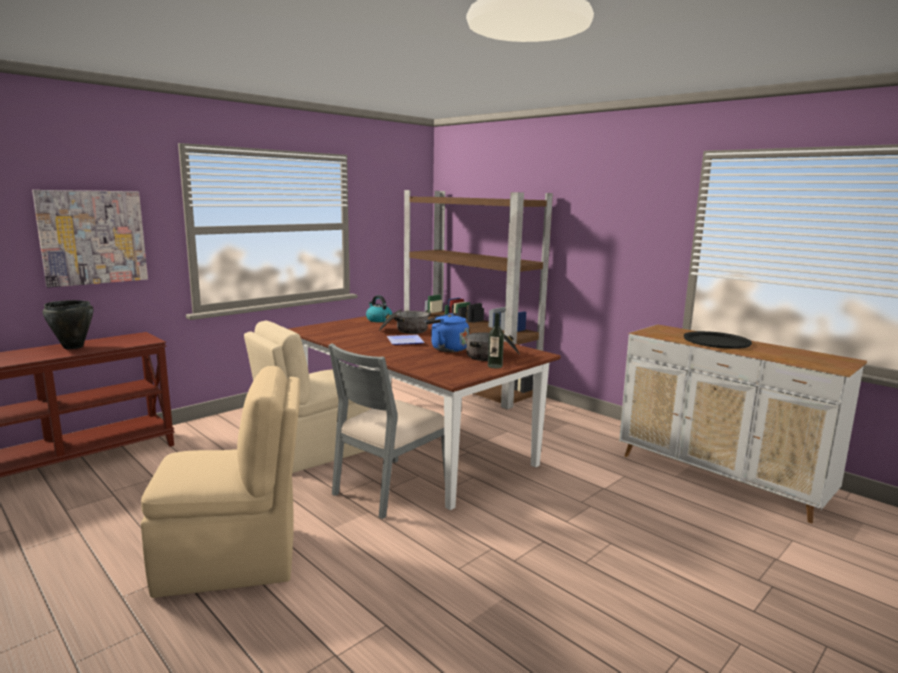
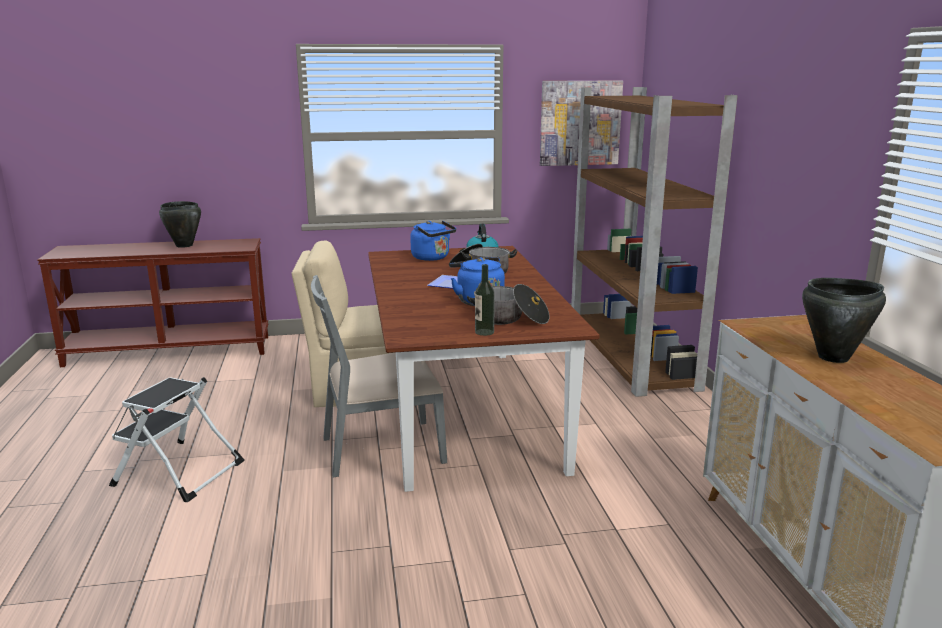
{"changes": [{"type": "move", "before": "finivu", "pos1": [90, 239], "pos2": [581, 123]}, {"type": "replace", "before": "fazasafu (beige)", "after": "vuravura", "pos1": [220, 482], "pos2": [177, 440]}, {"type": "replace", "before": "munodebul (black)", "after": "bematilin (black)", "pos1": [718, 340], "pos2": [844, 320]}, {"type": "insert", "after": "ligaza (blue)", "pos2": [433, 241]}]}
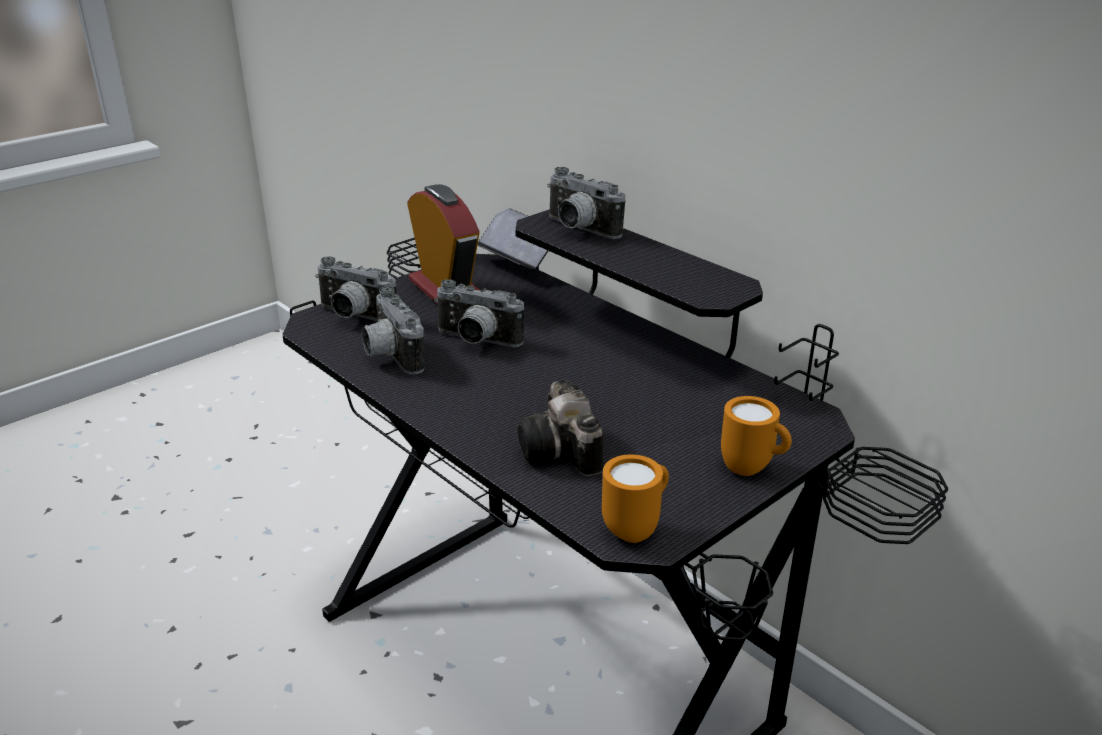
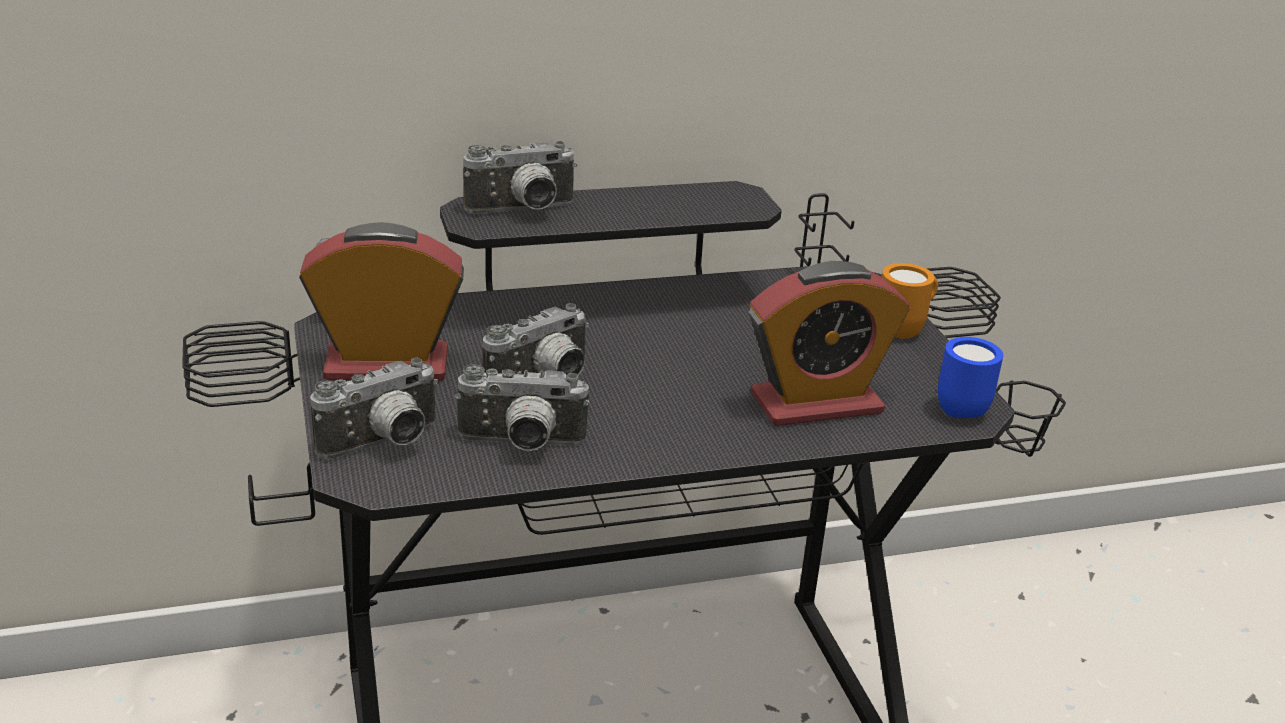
{"changes": [{"type": "replace", "before": "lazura", "after": "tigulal", "pos1": [560, 427], "pos2": [829, 343]}, {"type": "recolor", "before": "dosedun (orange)", "after": "dosedun (blue)", "pos1": [635, 498], "pos2": [970, 377]}]}
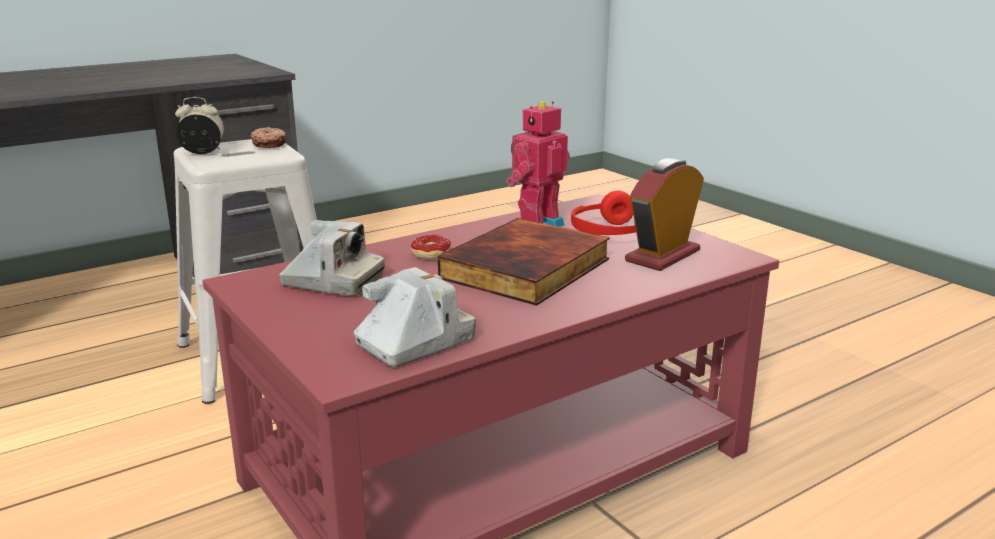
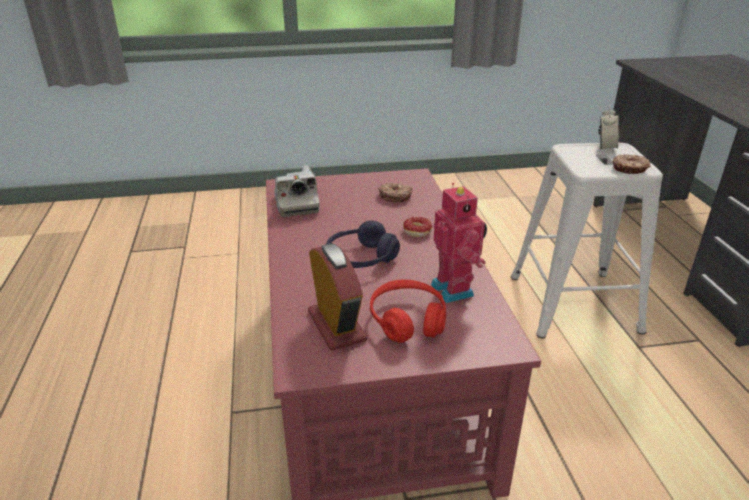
{"changes": [{"type": "replace", "before": "lazura", "after": "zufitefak", "pos1": [332, 258], "pos2": [395, 192]}, {"type": "replace", "before": "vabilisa", "after": "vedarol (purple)", "pos1": [524, 262], "pos2": [363, 244]}]}
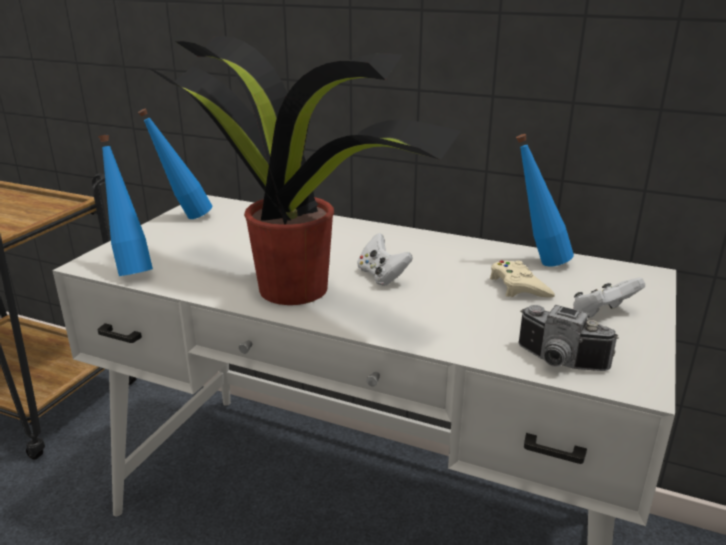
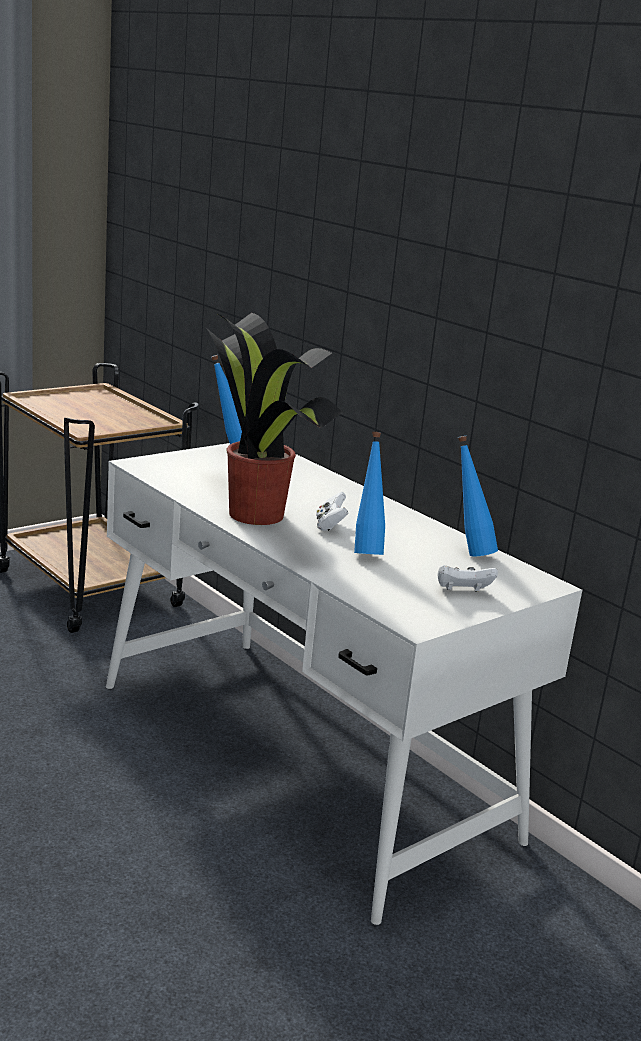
{"changes": [{"type": "move", "before": "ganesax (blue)", "pos1": [125, 205], "pos2": [369, 493]}, {"type": "delete", "before": "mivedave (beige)", "pos1": [522, 279]}, {"type": "delete", "before": "lazura", "pos1": [568, 338]}]}
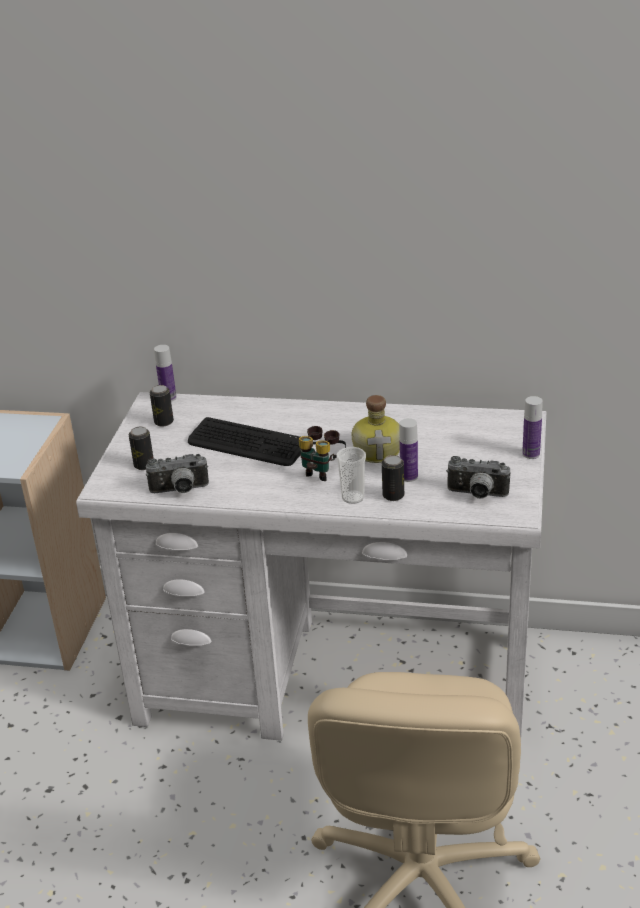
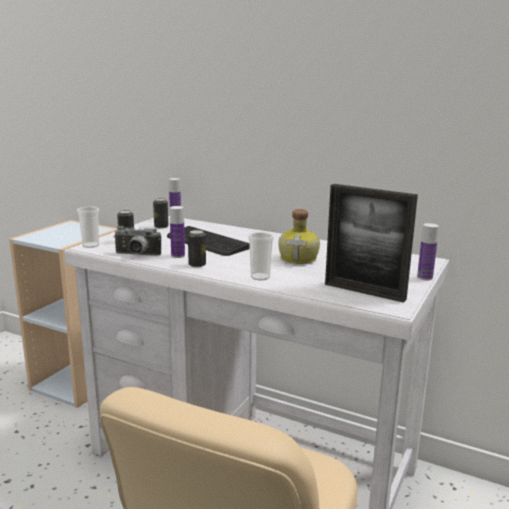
{"changes": [{"type": "delete", "before": "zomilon", "pos1": [322, 453]}, {"type": "move", "before": "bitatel", "pos1": [393, 478], "pos2": [197, 248]}, {"type": "move", "before": "ganesax", "pos1": [408, 450], "pos2": [177, 232]}, {"type": "replace", "before": "lazura", "after": "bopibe", "pos1": [478, 477], "pos2": [371, 243]}, {"type": "insert", "after": "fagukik", "pos2": [88, 227]}]}
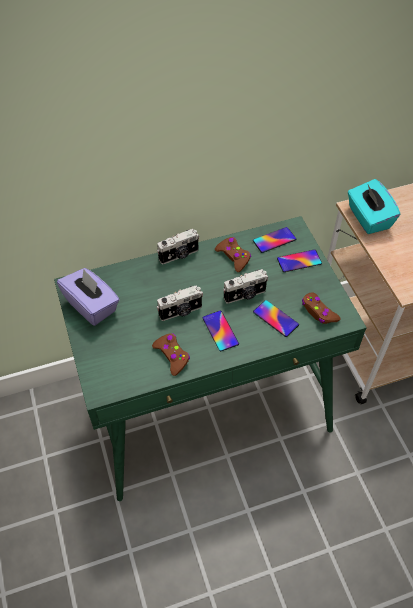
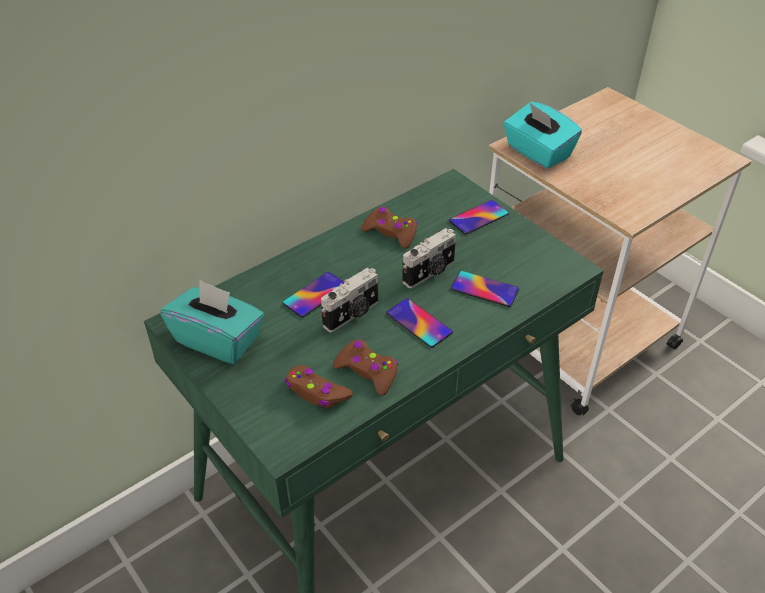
{"changes": [{"type": "recolor", "before": "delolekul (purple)", "after": "delolekul (turquoise)", "pos1": [88, 297], "pos2": [212, 321]}, {"type": "delete", "before": "lazura", "pos1": [178, 246]}, {"type": "move", "before": "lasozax", "pos1": [274, 240], "pos2": [313, 295]}, {"type": "move", "before": "mivedave (brown)", "pos1": [321, 308], "pos2": [319, 386]}]}
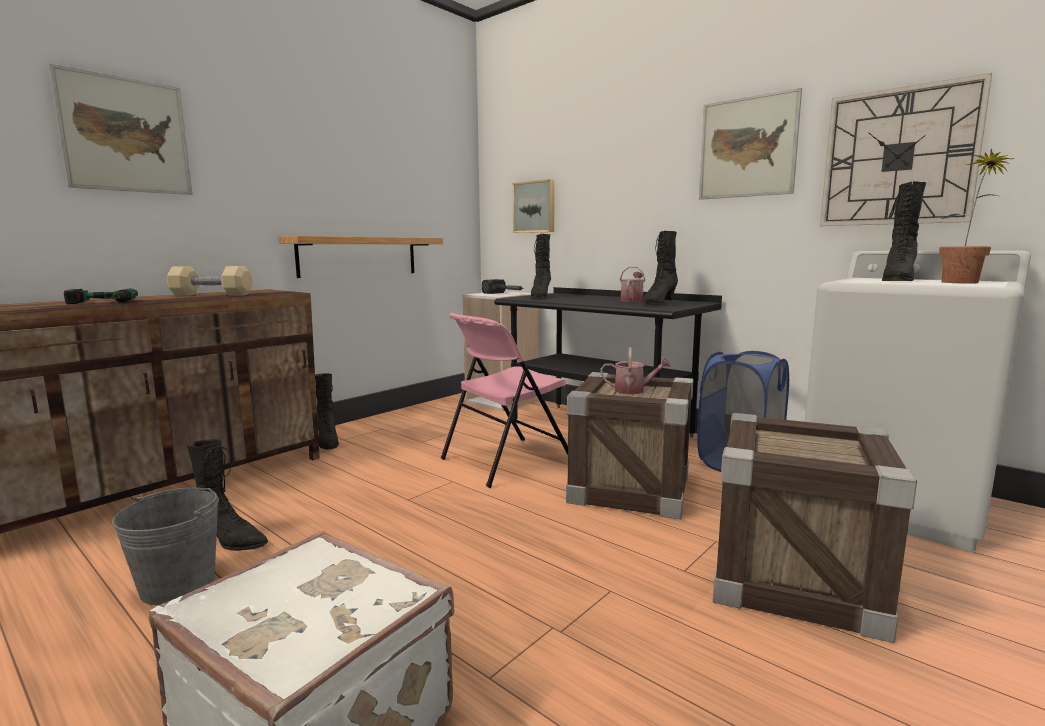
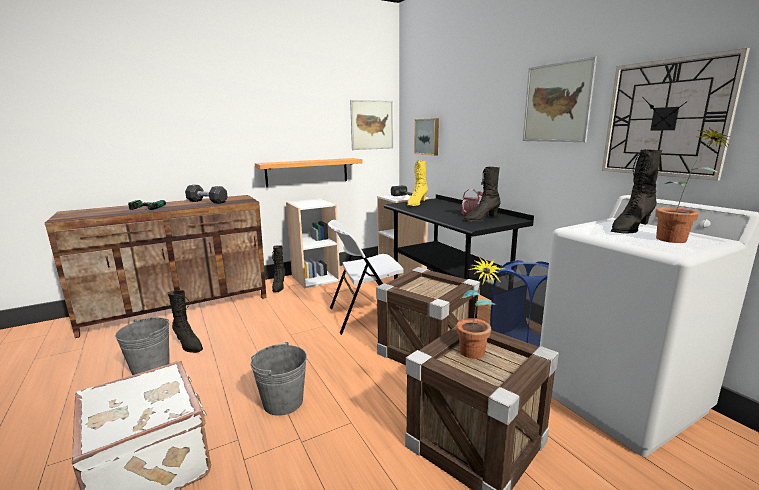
{"changes": [{"type": "move", "before": "finivu", "pos1": [120, 129], "pos2": [371, 125]}, {"type": "recolor", "before": "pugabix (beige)", "after": "pugabix (black)", "pos1": [210, 281], "pos2": [206, 194]}, {"type": "recolor", "before": "fazasafu (pink)", "after": "fazasafu (white)", "pos1": [504, 400], "pos2": [366, 277]}, {"type": "recolor", "before": "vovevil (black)", "after": "vovevil (yellow)", "pos1": [541, 266], "pos2": [417, 183]}, {"type": "delete", "before": "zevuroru", "pos1": [635, 370]}, {"type": "insert", "after": "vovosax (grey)", "pos2": [279, 379]}, {"type": "insert", "after": "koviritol", "pos2": [313, 243]}, {"type": "insert", "after": "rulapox", "pos2": [480, 308]}]}
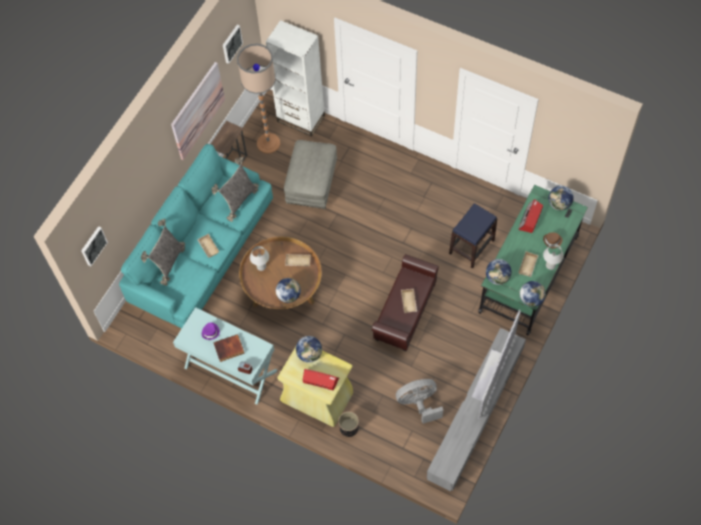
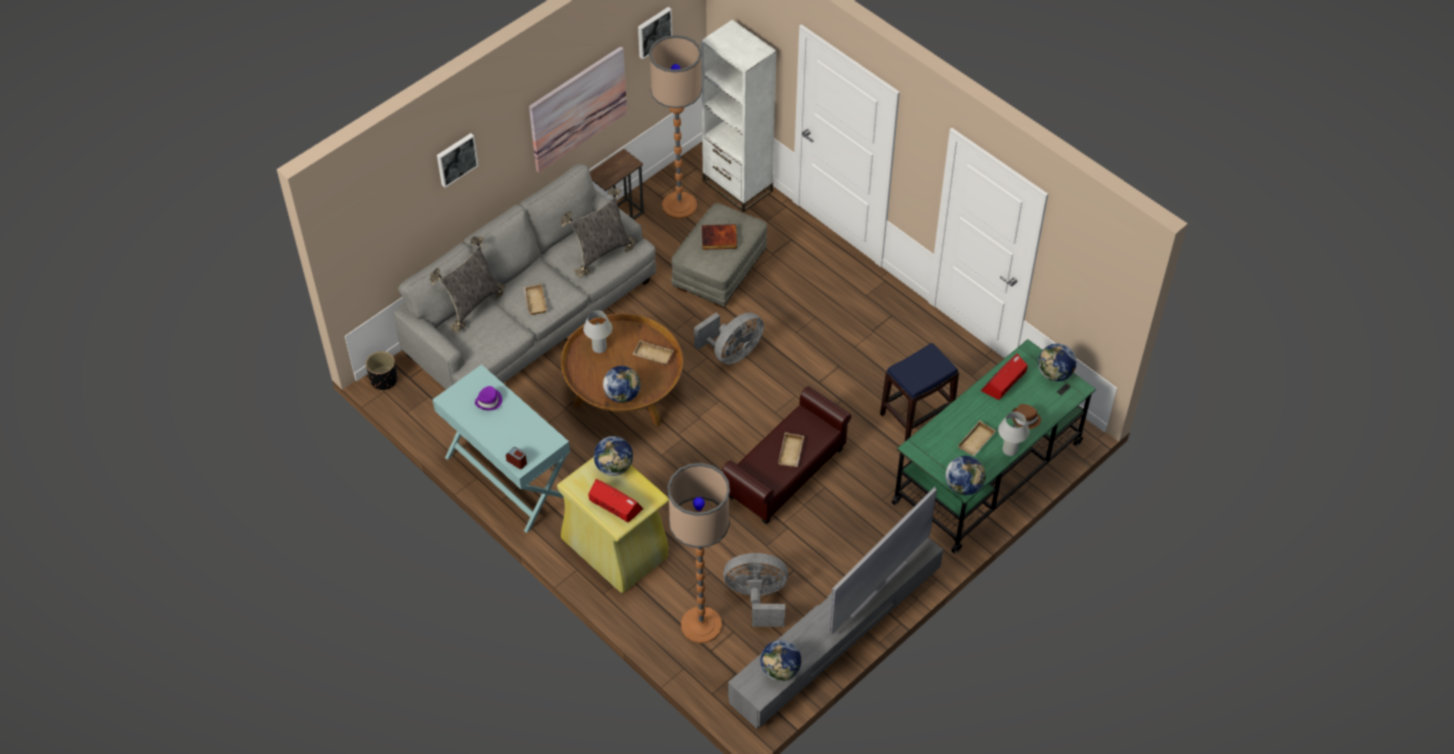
{"changes": [{"type": "move", "before": "finivu", "pos1": [94, 246], "pos2": [457, 160]}, {"type": "recolor", "before": "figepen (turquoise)", "after": "figepen (grey)", "pos1": [196, 236], "pos2": [524, 276]}, {"type": "move", "before": "vabilisa", "pos1": [229, 348], "pos2": [719, 237]}, {"type": "move", "before": "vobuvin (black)", "pos1": [348, 424], "pos2": [381, 371]}, {"type": "move", "before": "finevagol", "pos1": [498, 272], "pos2": [781, 660]}, {"type": "insert", "after": "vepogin", "pos2": [698, 553]}, {"type": "insert", "after": "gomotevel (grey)", "pos2": [729, 338]}]}
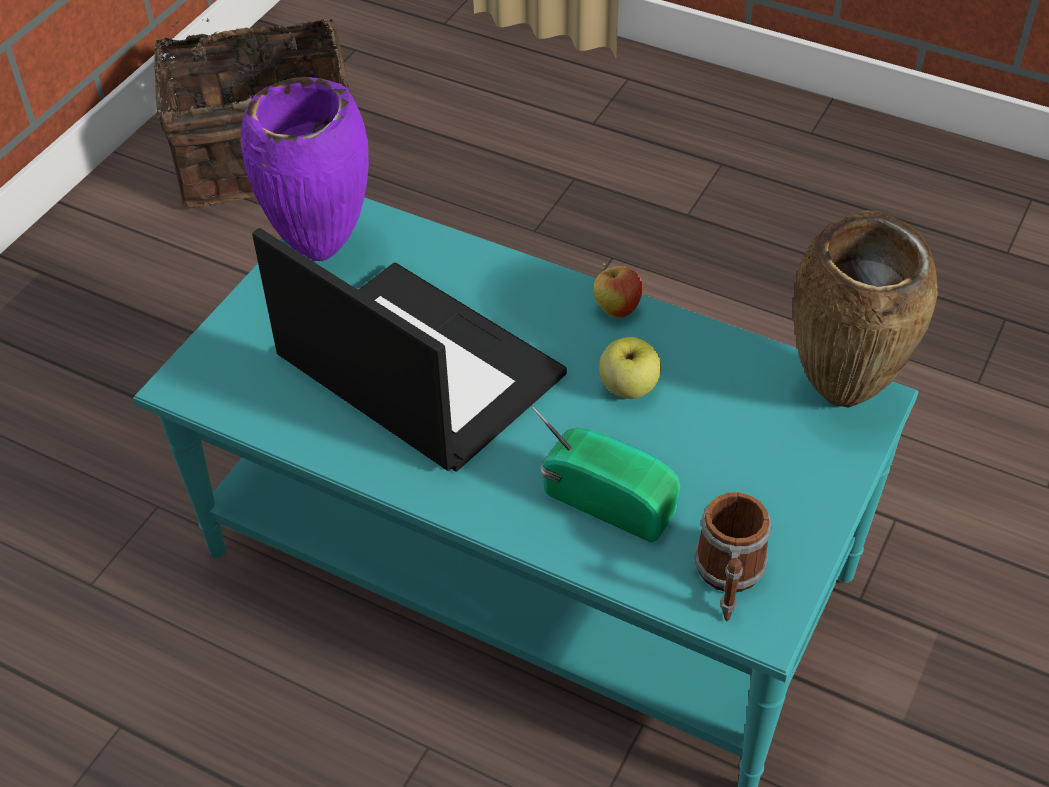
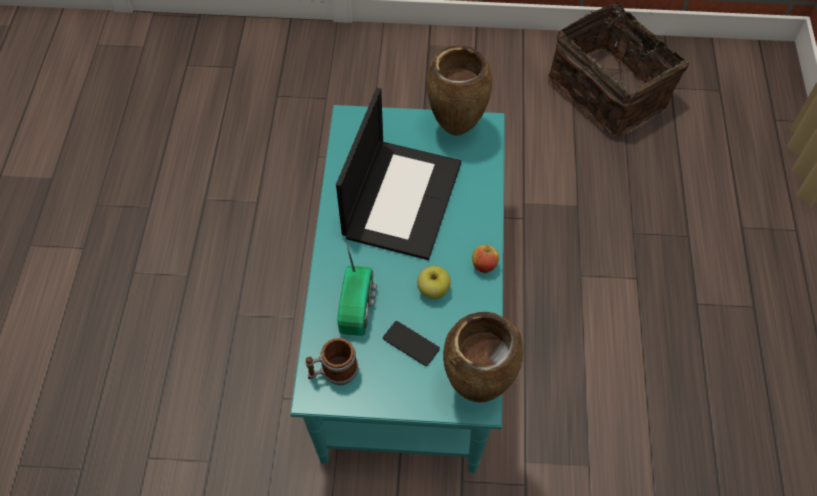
{"changes": [{"type": "recolor", "before": "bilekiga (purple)", "after": "bilekiga (brown)", "pos1": [305, 169], "pos2": [459, 90]}, {"type": "insert", "after": "lasozax", "pos2": [411, 343]}]}
